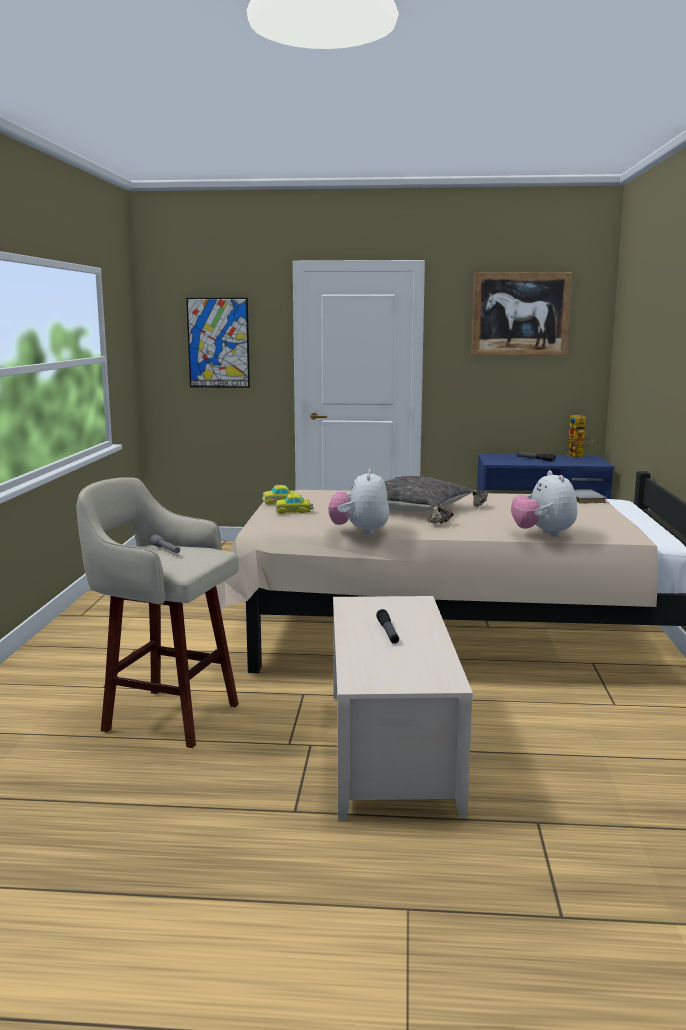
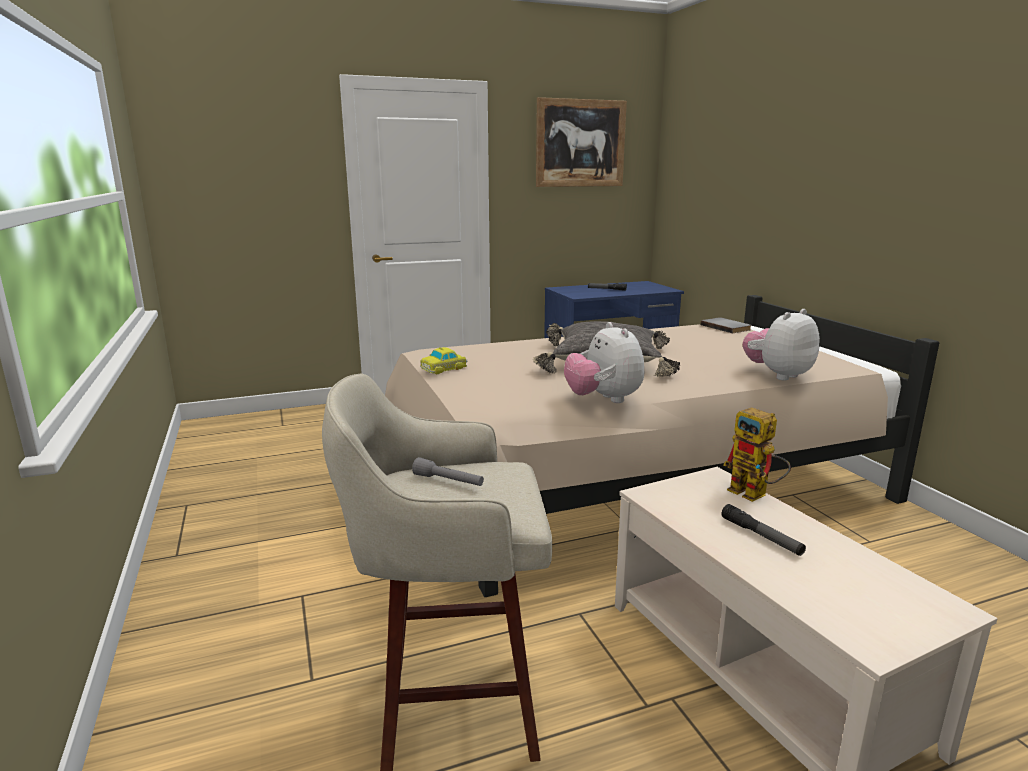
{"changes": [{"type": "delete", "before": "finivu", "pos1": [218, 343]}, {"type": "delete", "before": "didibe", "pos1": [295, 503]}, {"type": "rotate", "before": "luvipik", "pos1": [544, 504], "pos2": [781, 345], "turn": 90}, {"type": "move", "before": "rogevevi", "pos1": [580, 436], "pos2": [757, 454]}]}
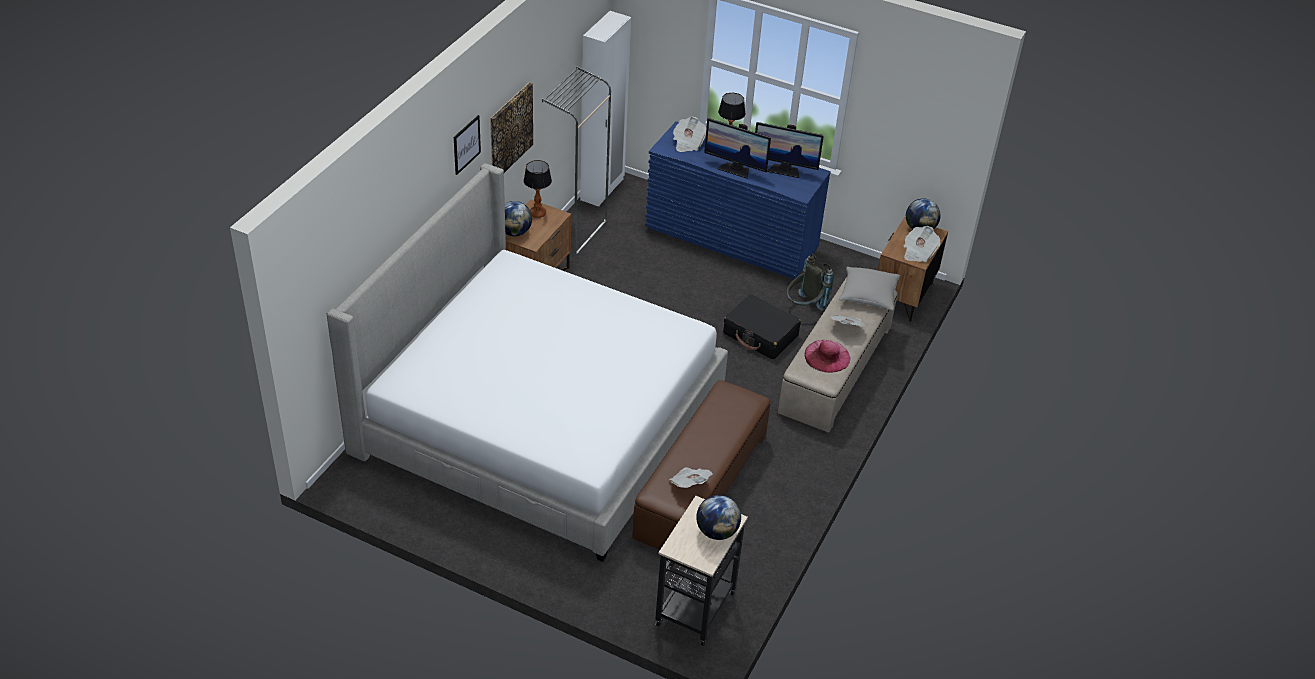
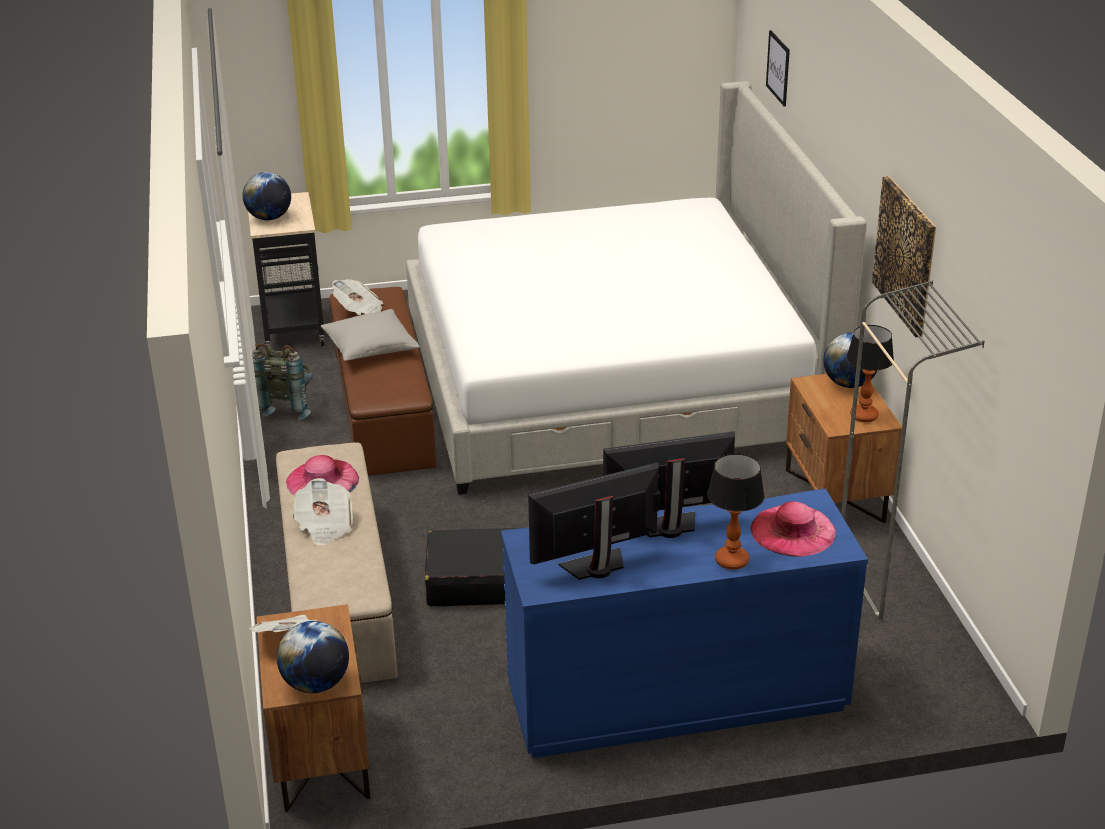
{"changes": [{"type": "move", "before": "finivu", "pos1": [467, 145], "pos2": [778, 68]}, {"type": "delete", "before": "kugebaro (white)", "pos1": [605, 109]}, {"type": "replace", "before": "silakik", "after": "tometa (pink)", "pos1": [689, 134], "pos2": [793, 529]}, {"type": "move", "before": "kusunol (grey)", "pos1": [810, 282], "pos2": [282, 381]}, {"type": "move", "before": "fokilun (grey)", "pos1": [870, 288], "pos2": [370, 335]}]}
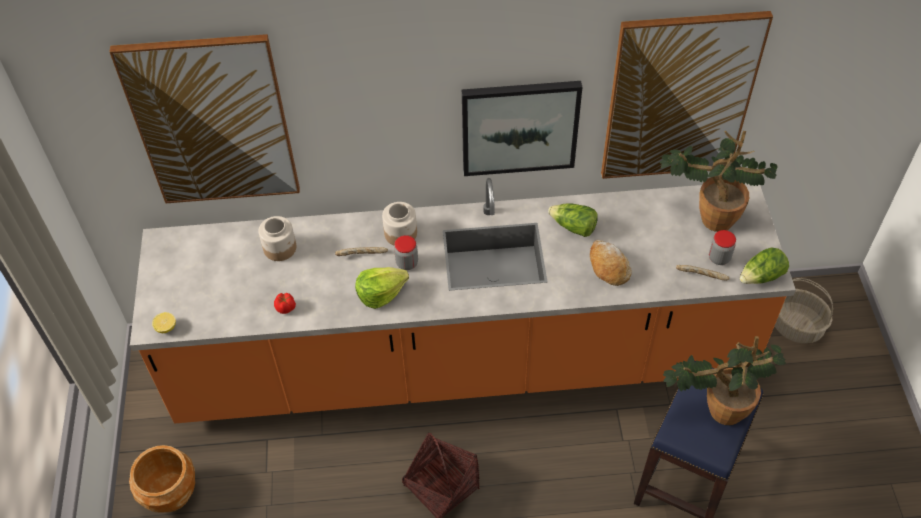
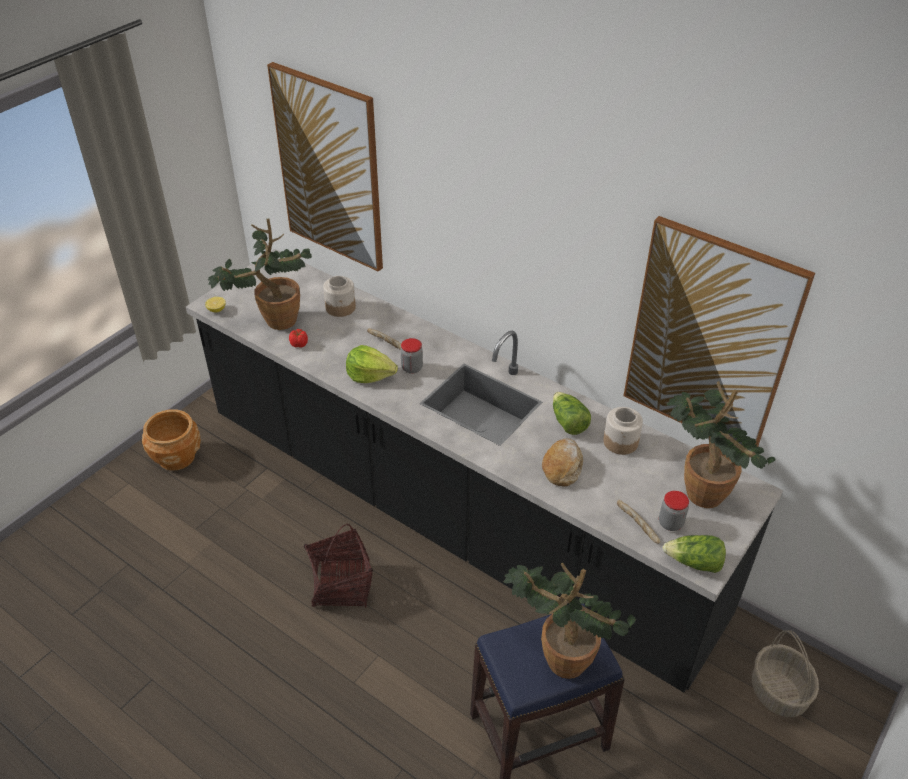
{"changes": [{"type": "recolor", "before": "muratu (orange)", "after": "muratu (black)", "pos1": [463, 301], "pos2": [484, 471]}, {"type": "move", "before": "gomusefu", "pos1": [399, 224], "pos2": [623, 431]}, {"type": "delete", "before": "finivu", "pos1": [522, 128]}, {"type": "insert", "after": "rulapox", "pos2": [260, 274]}]}
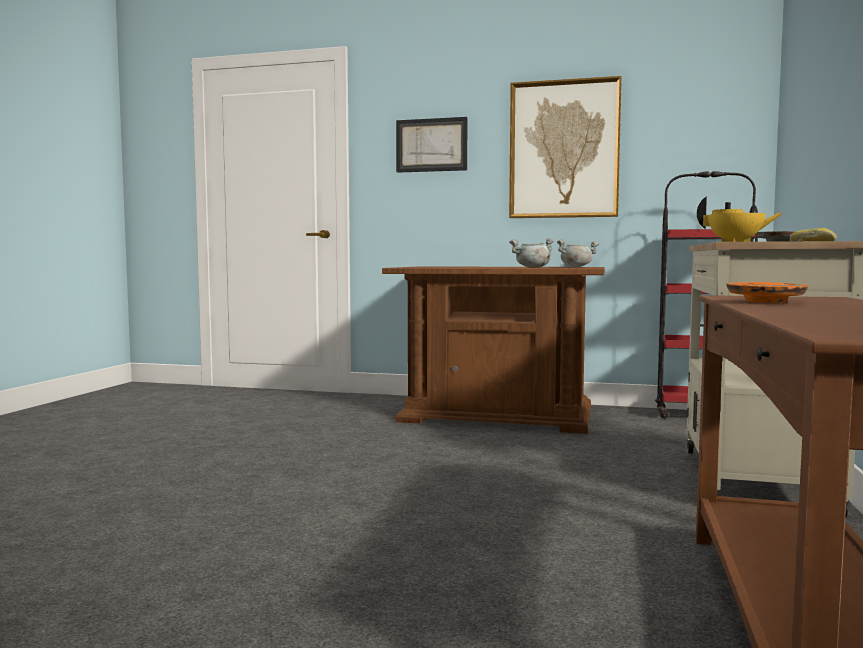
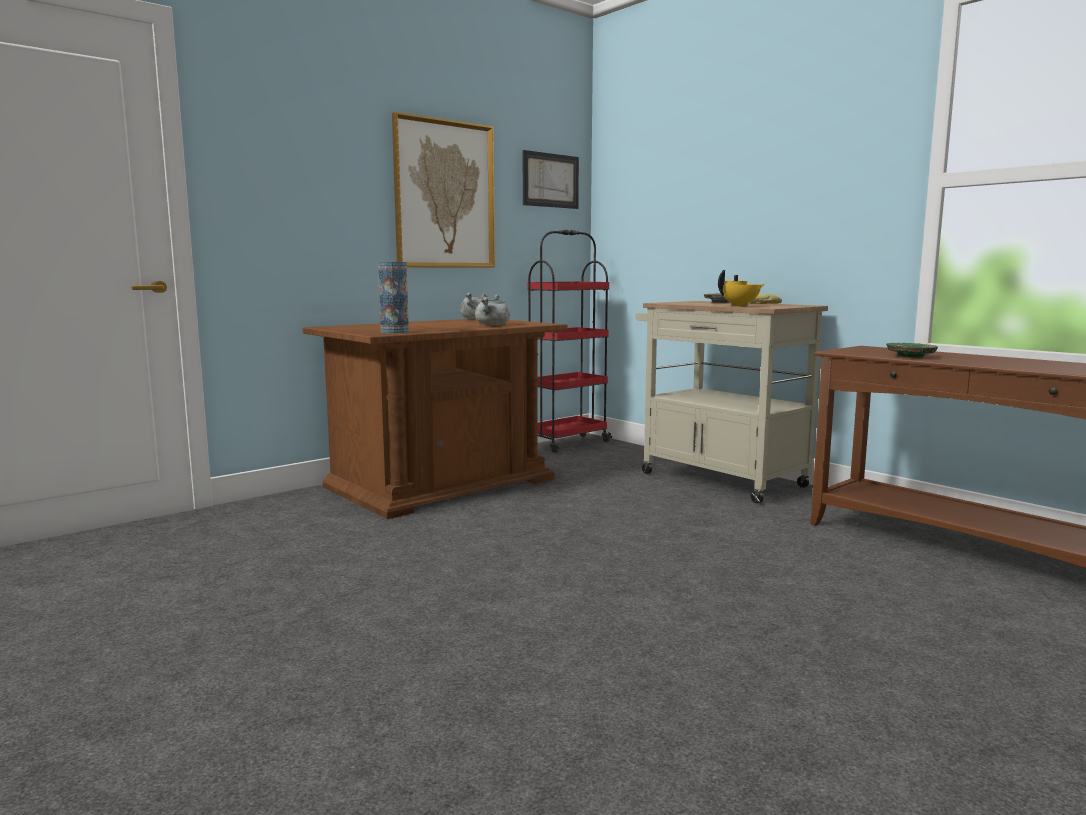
{"changes": [{"type": "move", "before": "finivu", "pos1": [431, 145], "pos2": [550, 179]}, {"type": "recolor", "before": "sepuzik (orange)", "after": "sepuzik (green)", "pos1": [767, 292], "pos2": [912, 350]}, {"type": "insert", "after": "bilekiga", "pos2": [393, 297]}]}
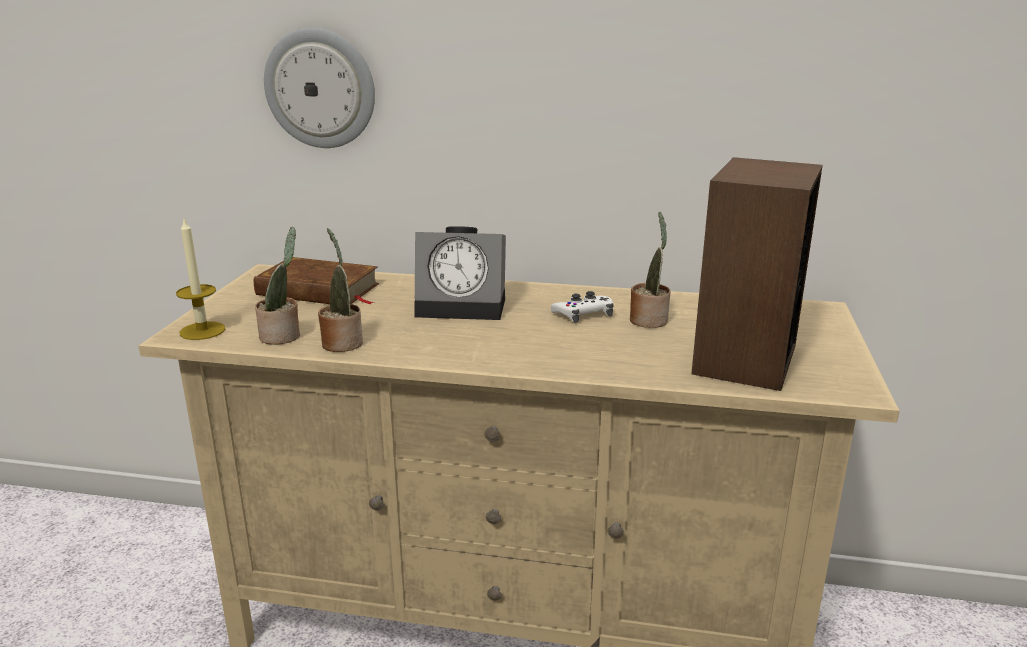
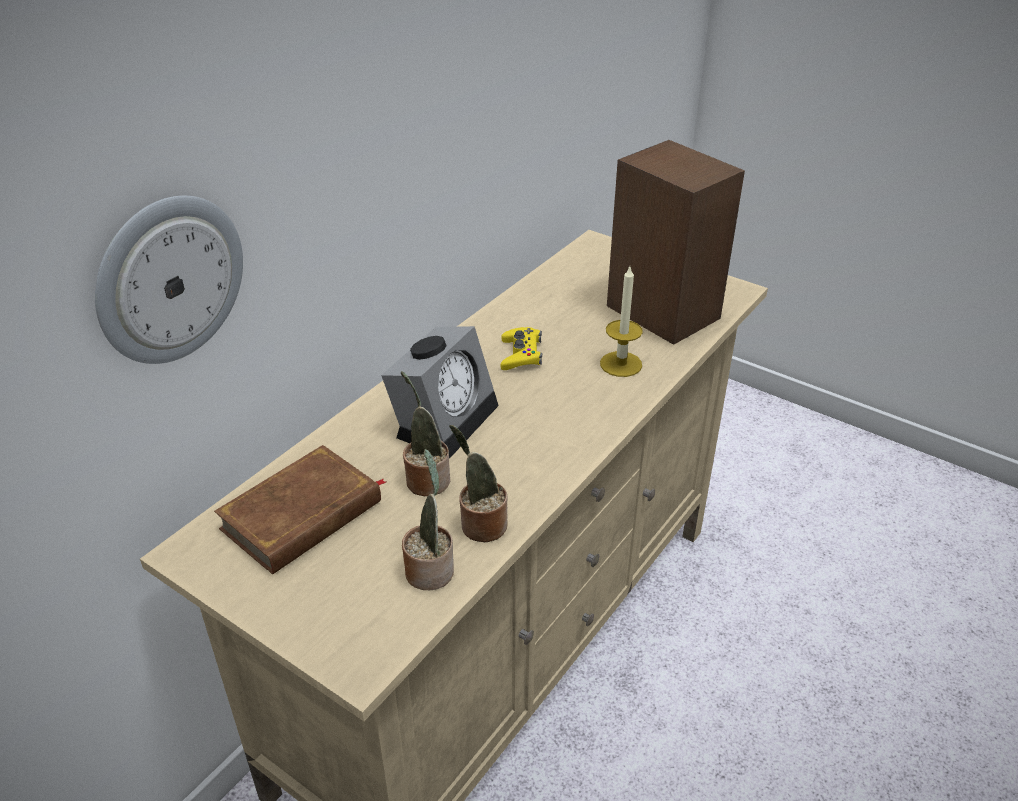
{"changes": [{"type": "move", "before": "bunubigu", "pos1": [200, 279], "pos2": [621, 322]}, {"type": "recolor", "before": "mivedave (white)", "after": "mivedave (yellow)", "pos1": [582, 307], "pos2": [521, 348]}, {"type": "move", "before": "rulapox", "pos1": [650, 269], "pos2": [425, 433]}]}
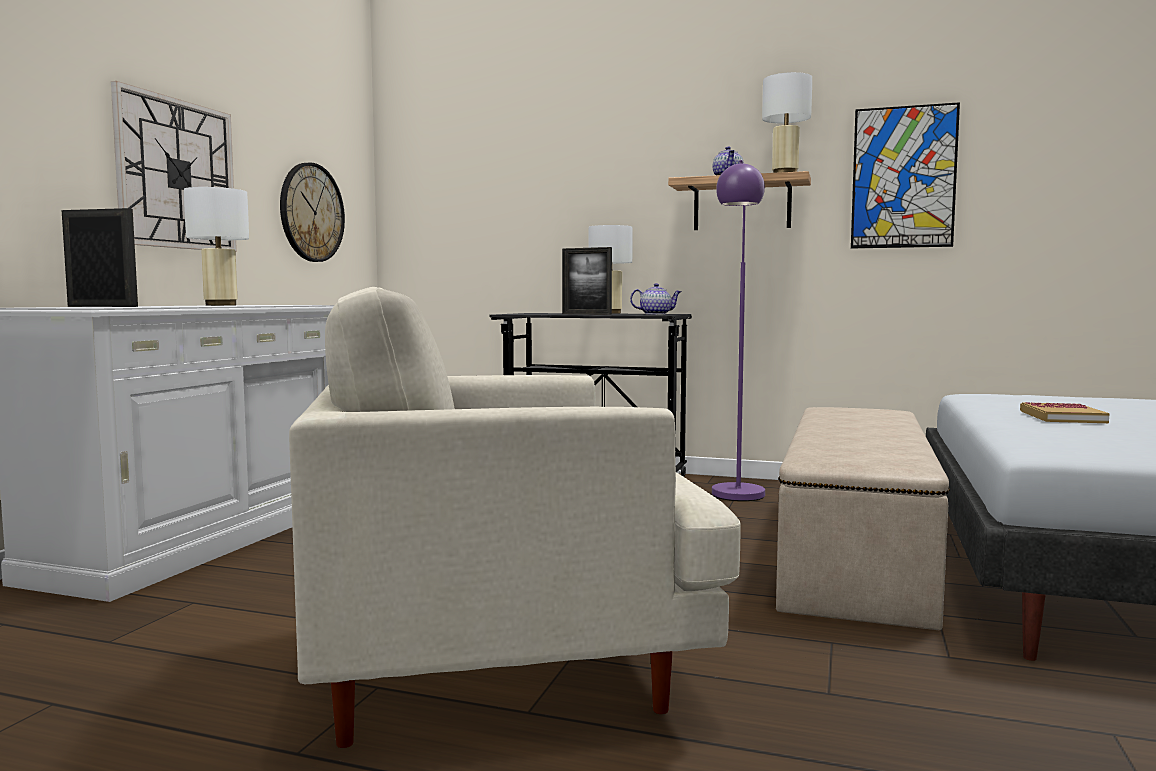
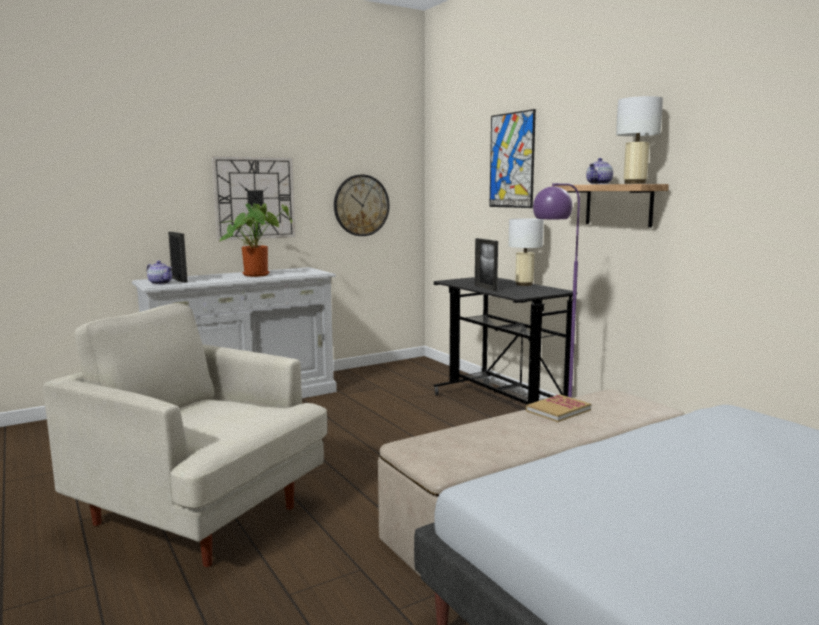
{"changes": [{"type": "replace", "before": "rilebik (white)", "after": "rulapox", "pos1": [216, 246], "pos2": [255, 240]}, {"type": "move", "before": "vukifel", "pos1": [655, 299], "pos2": [159, 273]}, {"type": "move", "before": "finivu", "pos1": [905, 175], "pos2": [512, 158]}, {"type": "move", "before": "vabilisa", "pos1": [1065, 412], "pos2": [558, 408]}]}
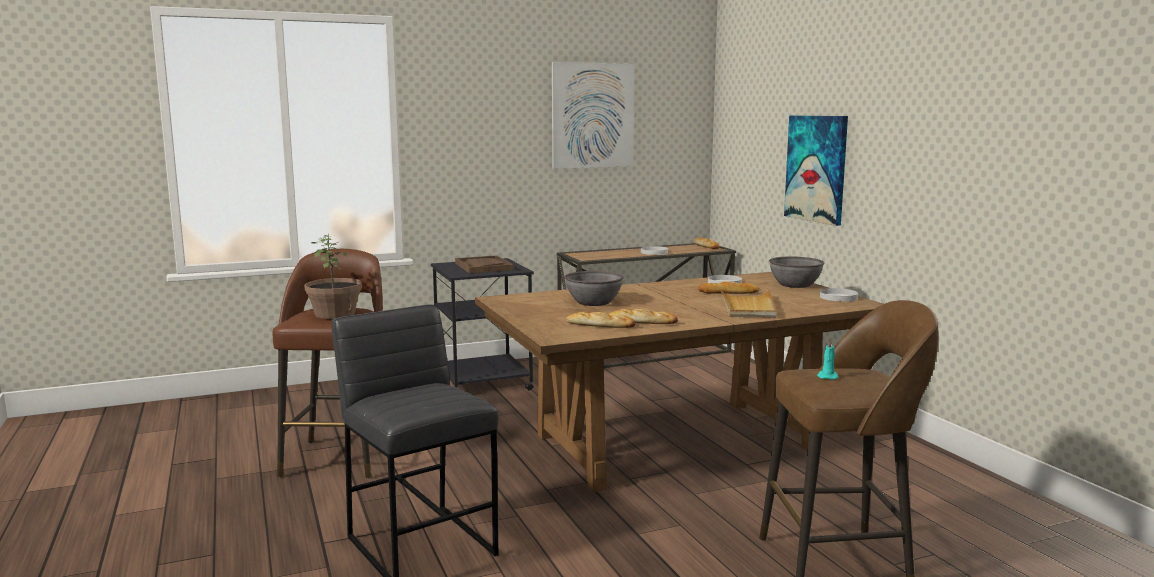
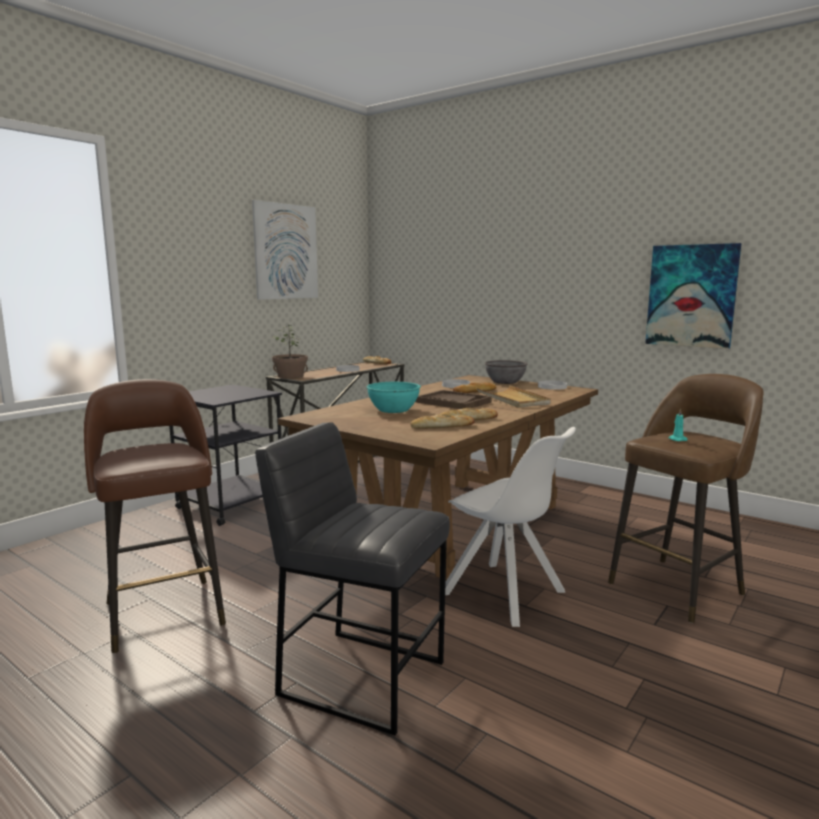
{"changes": [{"type": "move", "before": "rulapox", "pos1": [333, 276], "pos2": [290, 351]}, {"type": "move", "before": "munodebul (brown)", "pos1": [484, 264], "pos2": [453, 399]}, {"type": "recolor", "before": "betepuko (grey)", "after": "betepuko (turquoise)", "pos1": [594, 288], "pos2": [394, 397]}, {"type": "move", "before": "finivu", "pos1": [816, 171], "pos2": [693, 296]}, {"type": "insert", "after": "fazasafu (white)", "pos2": [510, 527]}]}
